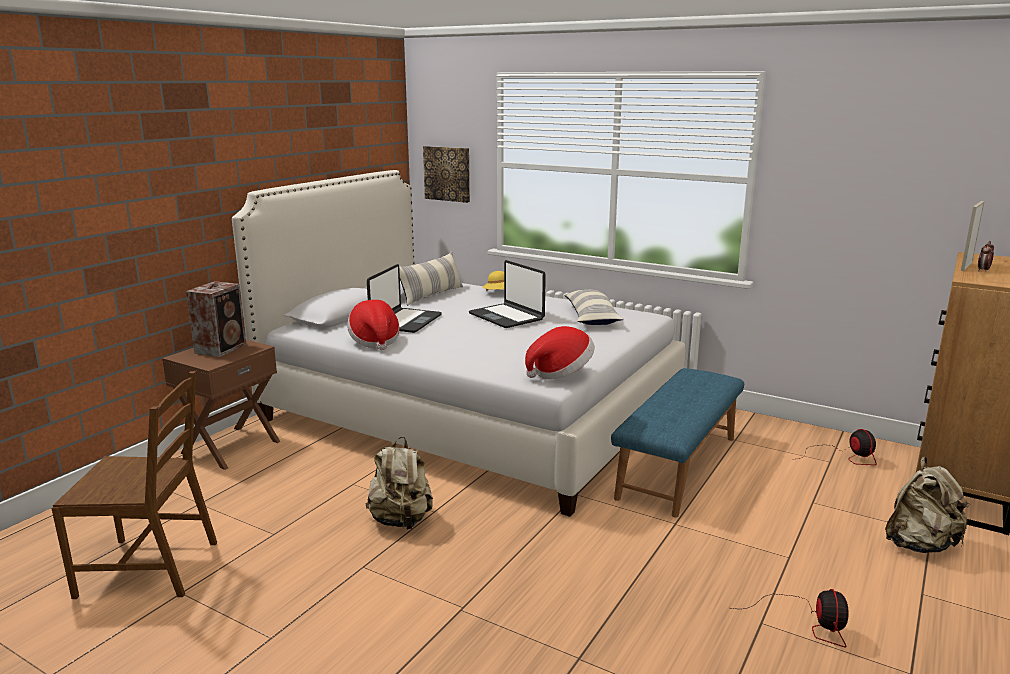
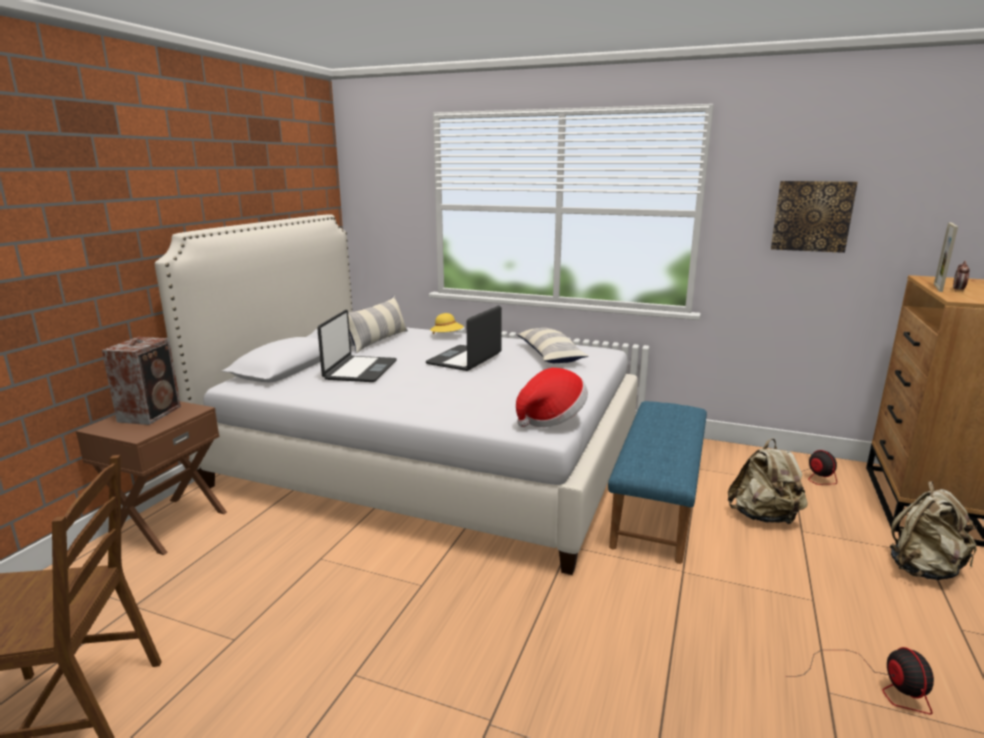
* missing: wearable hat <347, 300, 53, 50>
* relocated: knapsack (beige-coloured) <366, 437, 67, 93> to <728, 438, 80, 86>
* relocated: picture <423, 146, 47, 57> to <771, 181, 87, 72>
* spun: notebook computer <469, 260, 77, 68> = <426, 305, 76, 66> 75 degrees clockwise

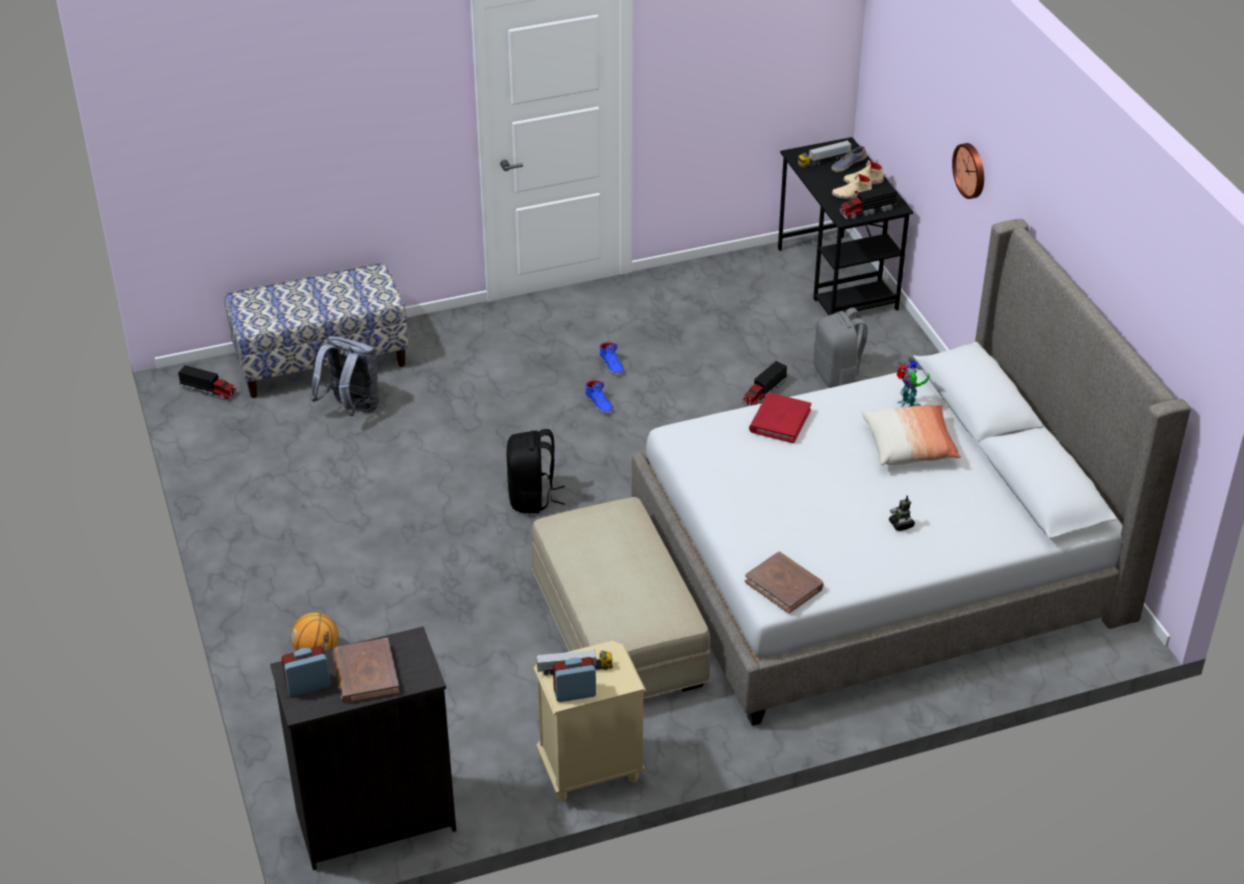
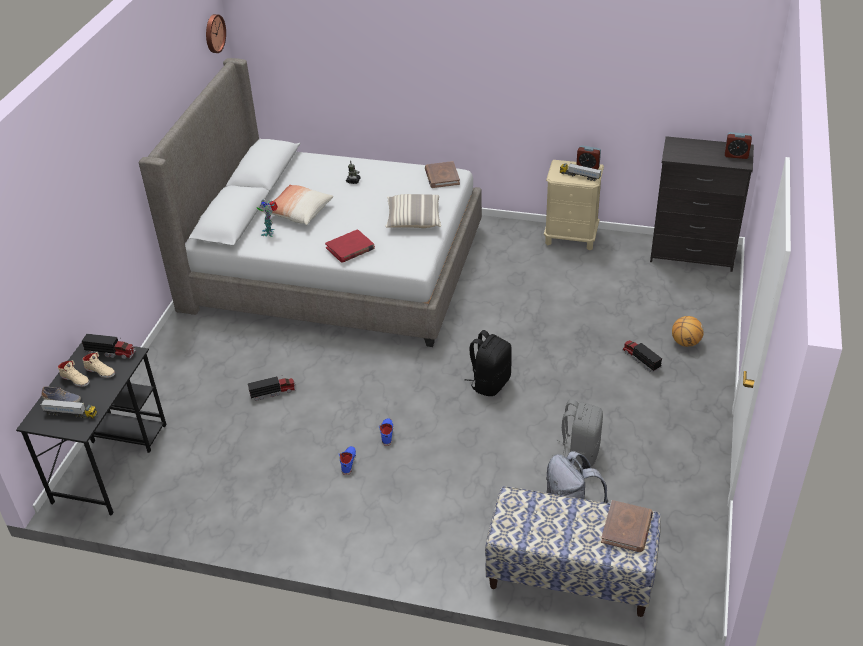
* missing: footrest (beige-coloured) <531, 497, 180, 202>
* appeared: cushion <385, 194, 56, 34>
* relocated: toy truck <178, 365, 59, 36> to <622, 340, 40, 32>
* relocated: bound book (brownish) <332, 638, 68, 66> to <601, 500, 52, 52>
* relocated: knapsack (grey) <814, 308, 57, 80> to <552, 399, 51, 69>
* relocated: wall clock <952, 143, 32, 56> to <206, 14, 20, 39>

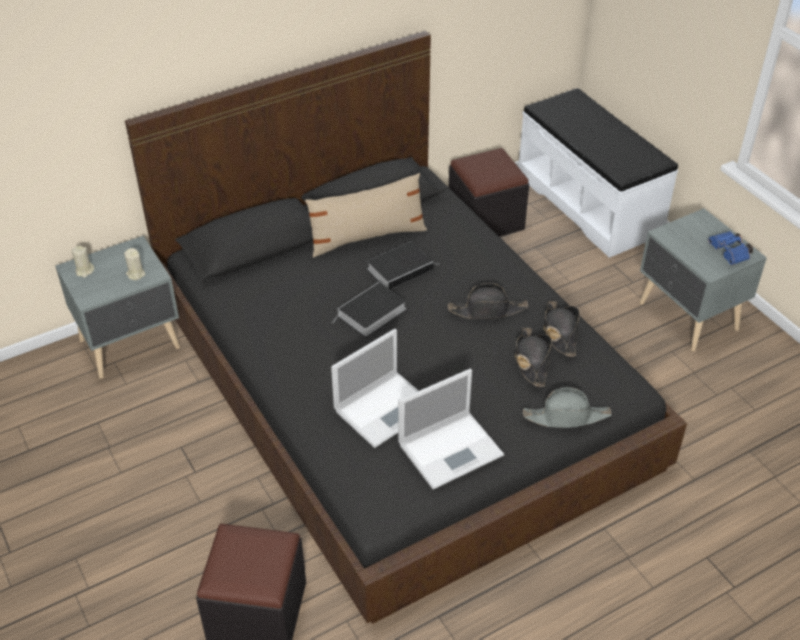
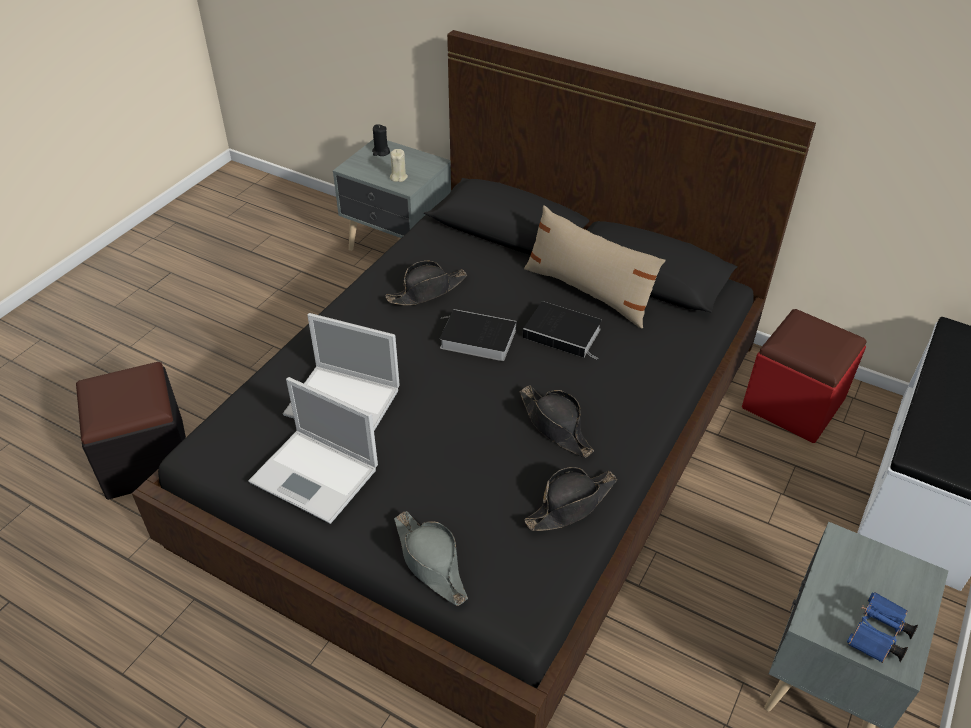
* relocated: wearable hat (blackish) <515, 328, 37, 59> to <385, 261, 82, 44>
* colour: wax candle (beige-coloured) <72, 246, 22, 32> to wax candle (blackish) <372, 125, 18, 31>
* colour: footrest (blackish) <449, 148, 80, 89> to footrest (red-coloured) <742, 309, 125, 134>

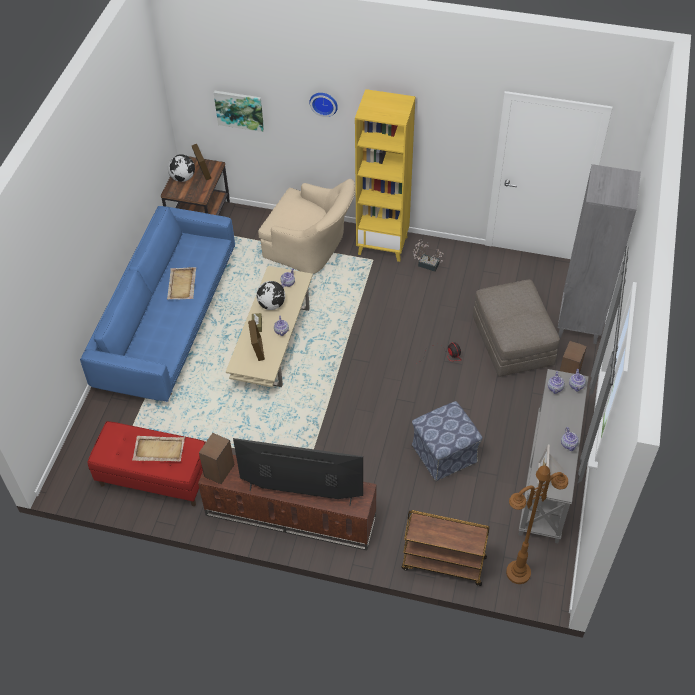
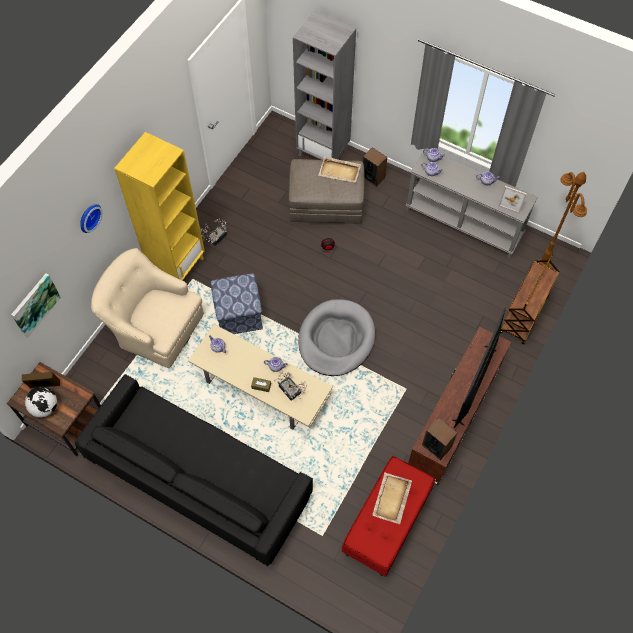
* missing: world globe <256, 281, 29, 29>
* appeared: dog cushion (grey) <298, 299, 77, 77>
* relocated: carrying tray (beige-coloured) <167, 267, 29, 32> to <318, 157, 43, 26>
* relocated: footrest <412, 401, 71, 80> to <211, 273, 52, 61>
* exchanged: picture frame <248, 320, 17, 41> to plant in a pot <274, 371, 34, 30>
* colour: settee (bluish) <80, 206, 155, 196> to settee (blackish) <75, 374, 238, 192>
* spun: armchair (beige-coloured) <258, 179, 97, 95> = <91, 248, 113, 120> 105 degrees counterclockwise

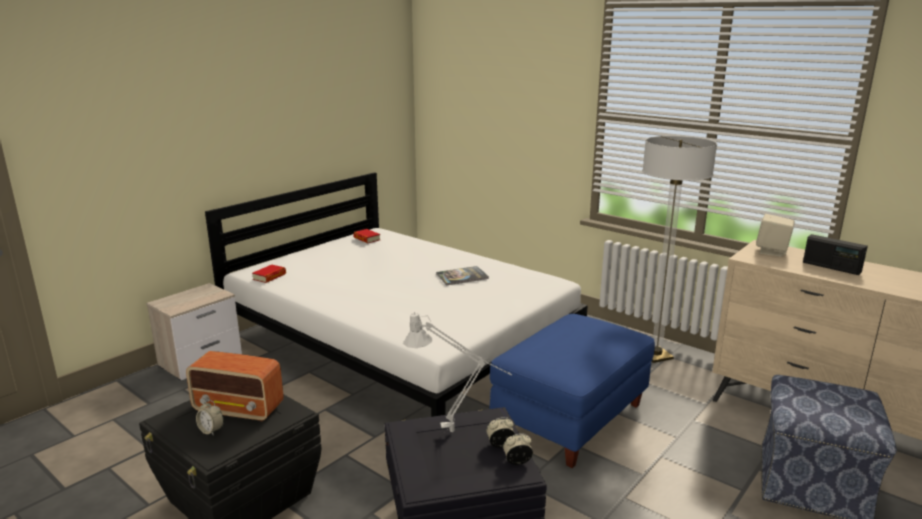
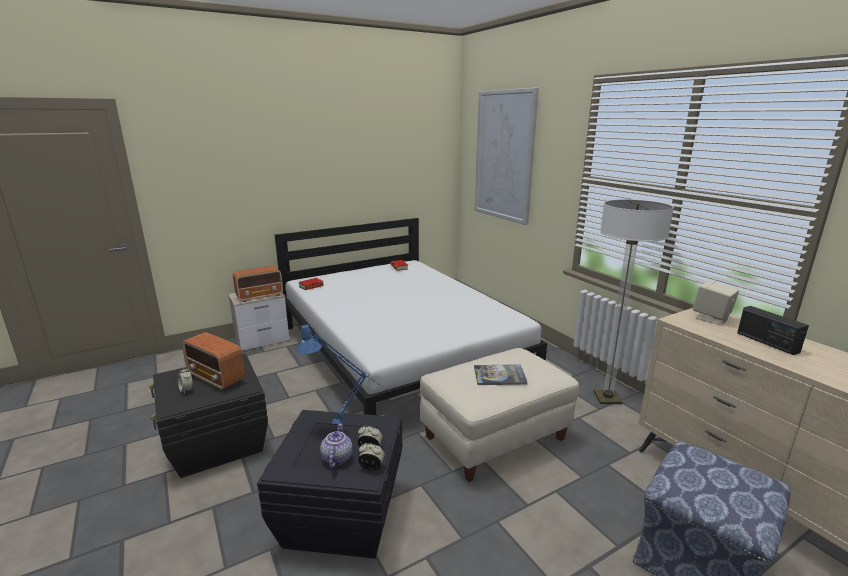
* appeared: radio receiver <233, 266, 50, 36>
* appeared: pot for tea <320, 423, 32, 45>
* appeared: picture <475, 88, 64, 137>
* relocated: bound book <436, 266, 53, 19> to <474, 364, 53, 21>
* colour: table lamp (grey) <403, 312, 109, 120> to table lamp (bluish) <297, 324, 90, 104>
* colour: footrest (bluish) <489, 314, 166, 154> to footrest (beige-coloured) <420, 348, 159, 134>

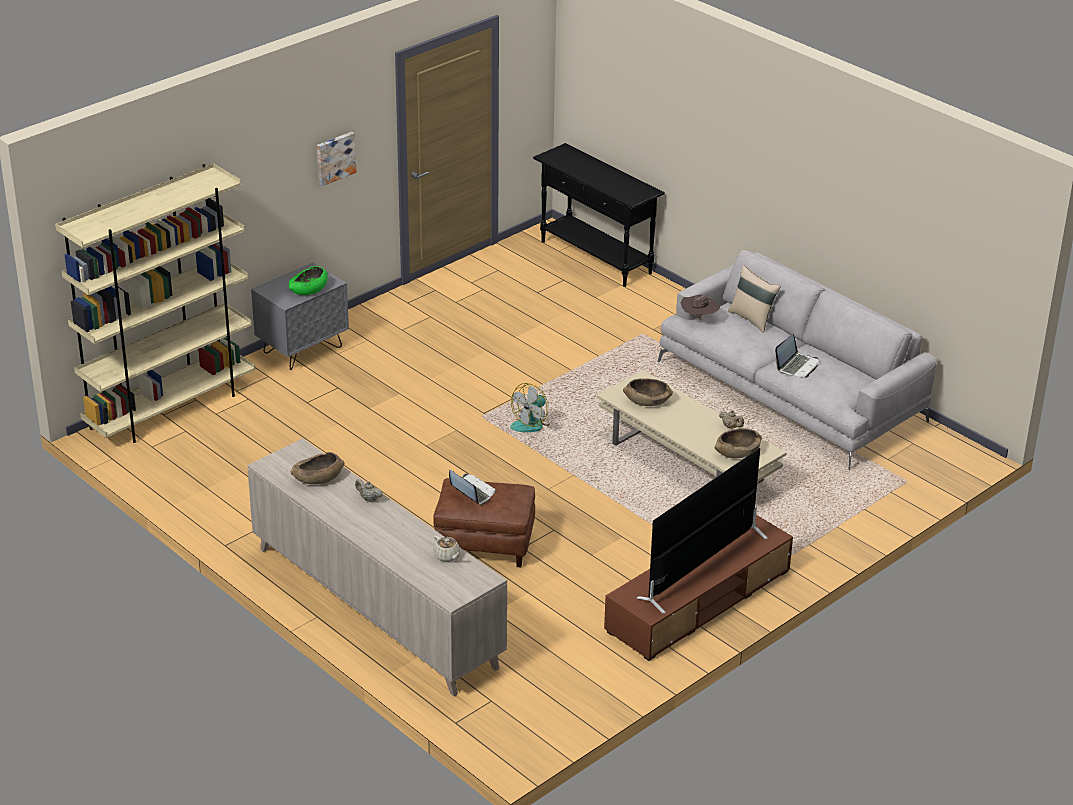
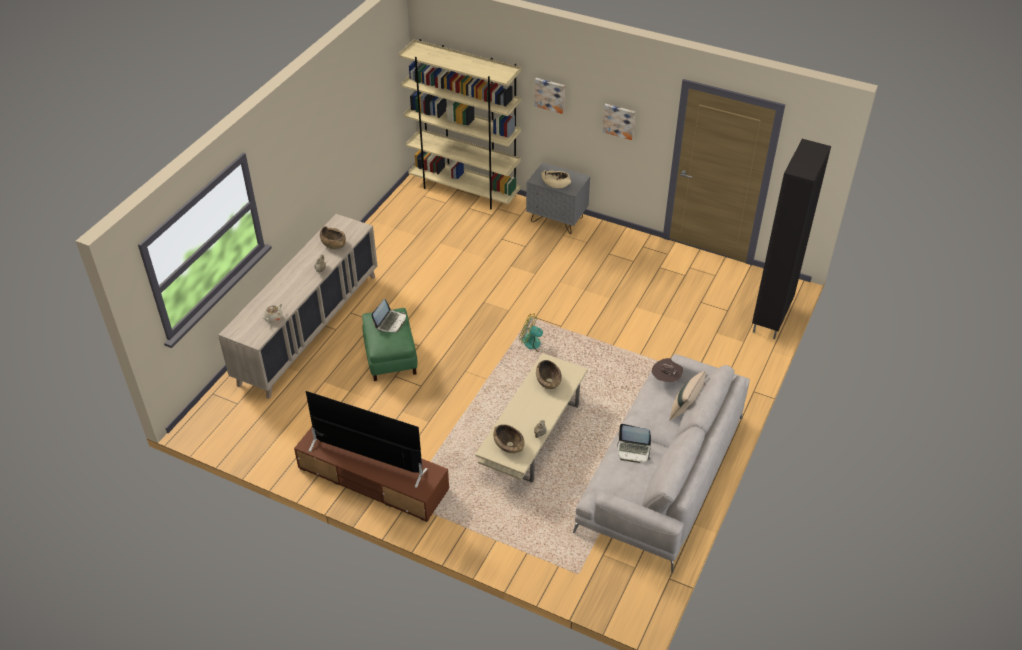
* appeared: picture <534, 78, 31, 36>
* exchanged: hall table (blackish) <533, 143, 132, 144> to cabinet (blackish) <752, 139, 79, 200>
* colour: bowl (green-coloured) <289, 266, 39, 29> to bowl (beige-coloured) <541, 170, 30, 18>
* colour: footrest (brownish) <433, 478, 102, 90> to footrest (green-coloured) <362, 308, 56, 73>

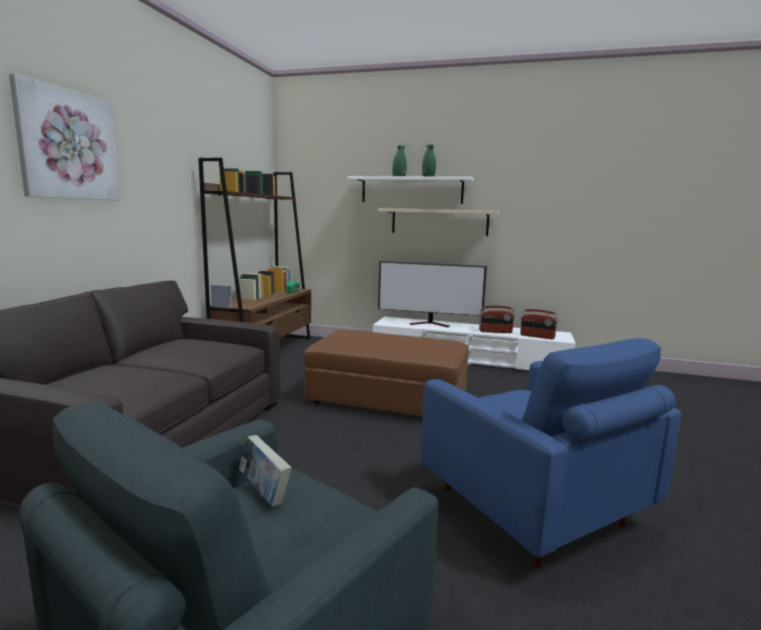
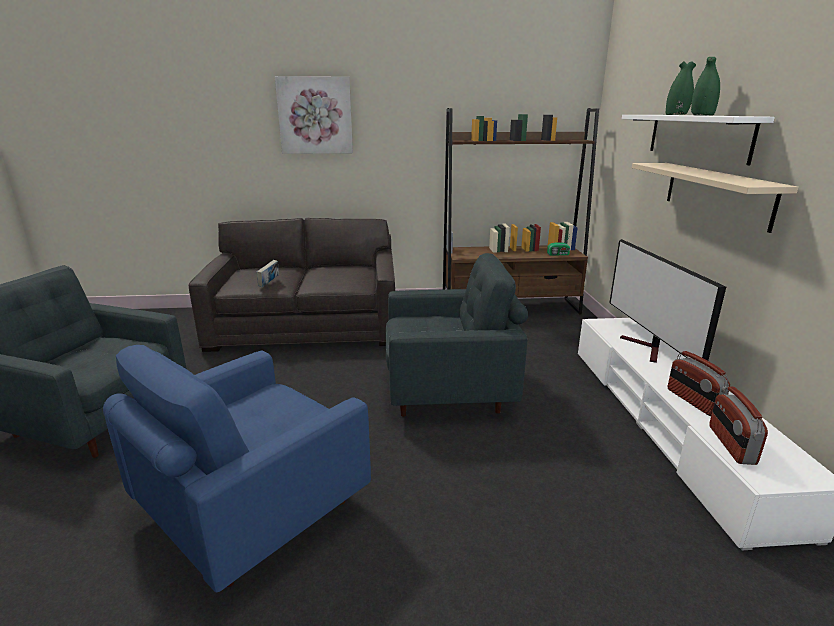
* relocated: bound book <239, 435, 53, 72> to <257, 260, 22, 27>
* exchanged: footrest (brownish) <304, 330, 165, 86> to armchair (grey) <386, 253, 142, 164>

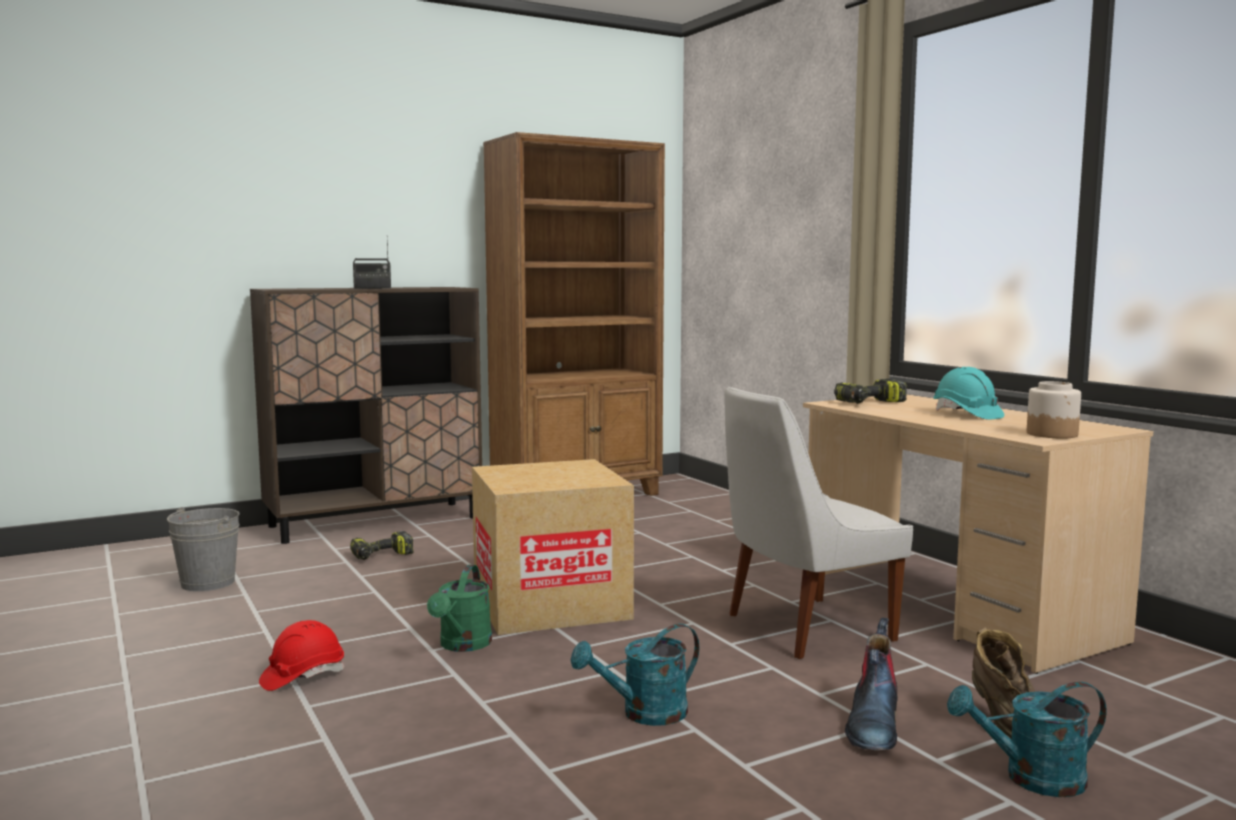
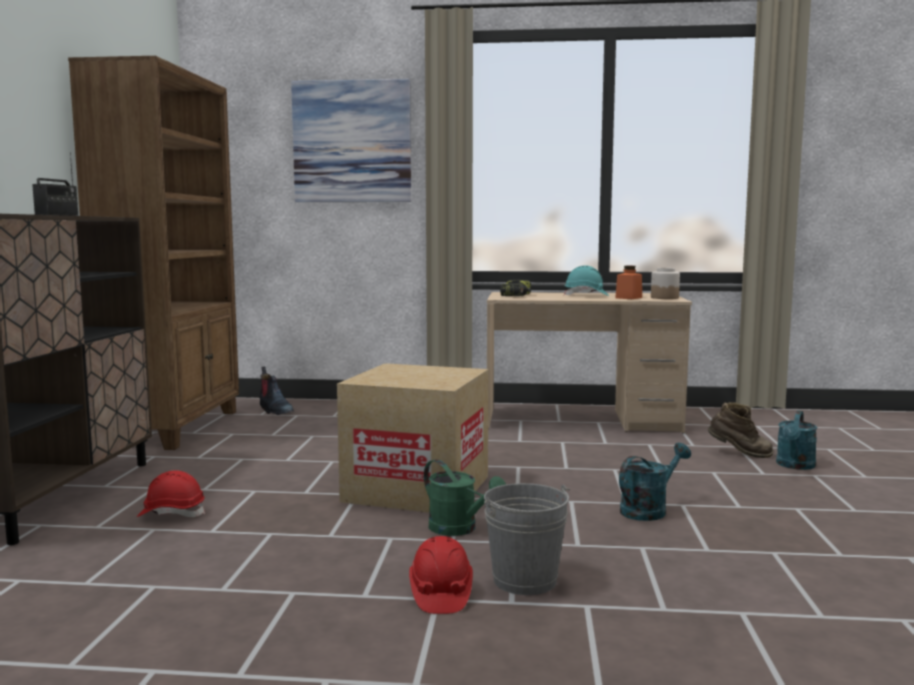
* missing: upright chair (white-coloured) <724, 387, 189, 272>
* appeared: picture <291, 79, 120, 123>
* appeared: preserve jar (orange) <615, 266, 27, 33>
* relocated: bucket (grey) <167, 507, 73, 84> to <484, 483, 86, 112>
* relocated: tall boot <845, 618, 53, 133> to <259, 367, 35, 48>
* exchanged: electric drill <350, 531, 64, 29> to work helmet (red-coloured) <137, 470, 68, 47>
* spun: watering pot (turquoise) <571, 624, 128, 102> = <619, 443, 72, 78> 135 degrees counterclockwise

